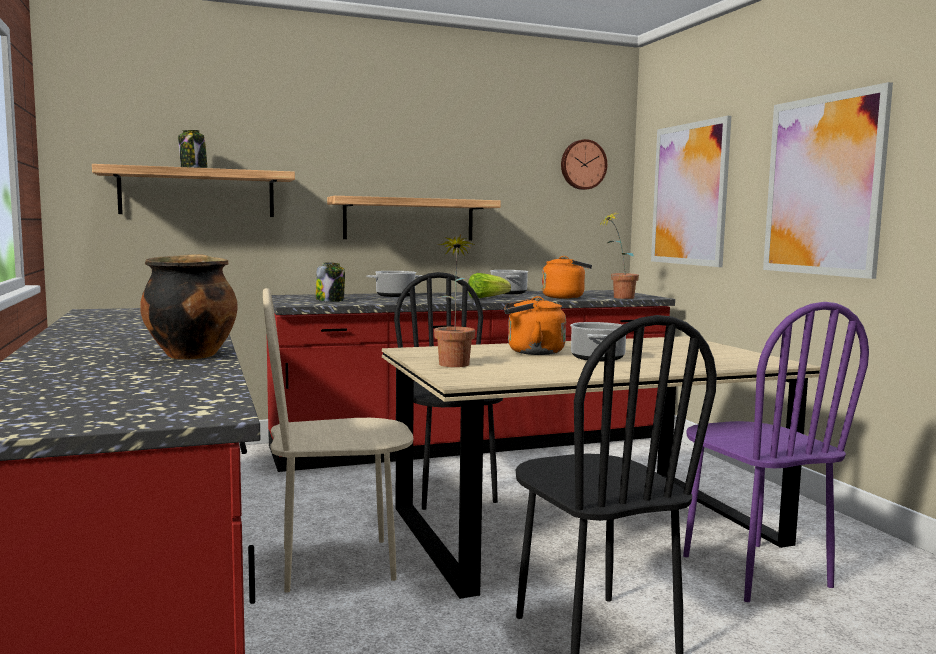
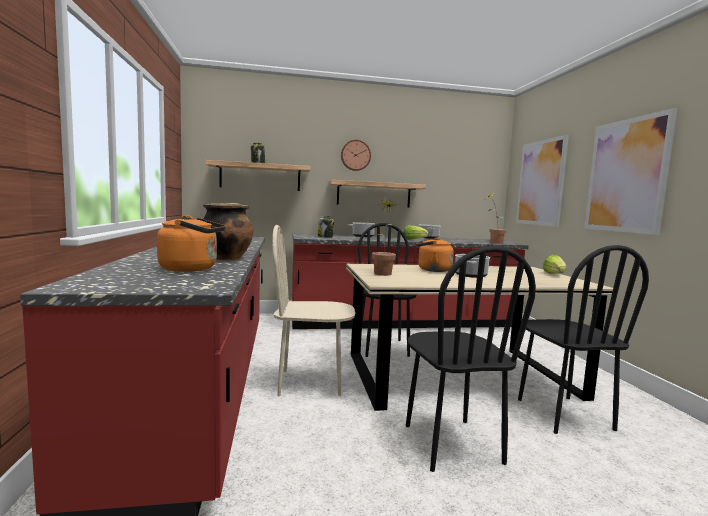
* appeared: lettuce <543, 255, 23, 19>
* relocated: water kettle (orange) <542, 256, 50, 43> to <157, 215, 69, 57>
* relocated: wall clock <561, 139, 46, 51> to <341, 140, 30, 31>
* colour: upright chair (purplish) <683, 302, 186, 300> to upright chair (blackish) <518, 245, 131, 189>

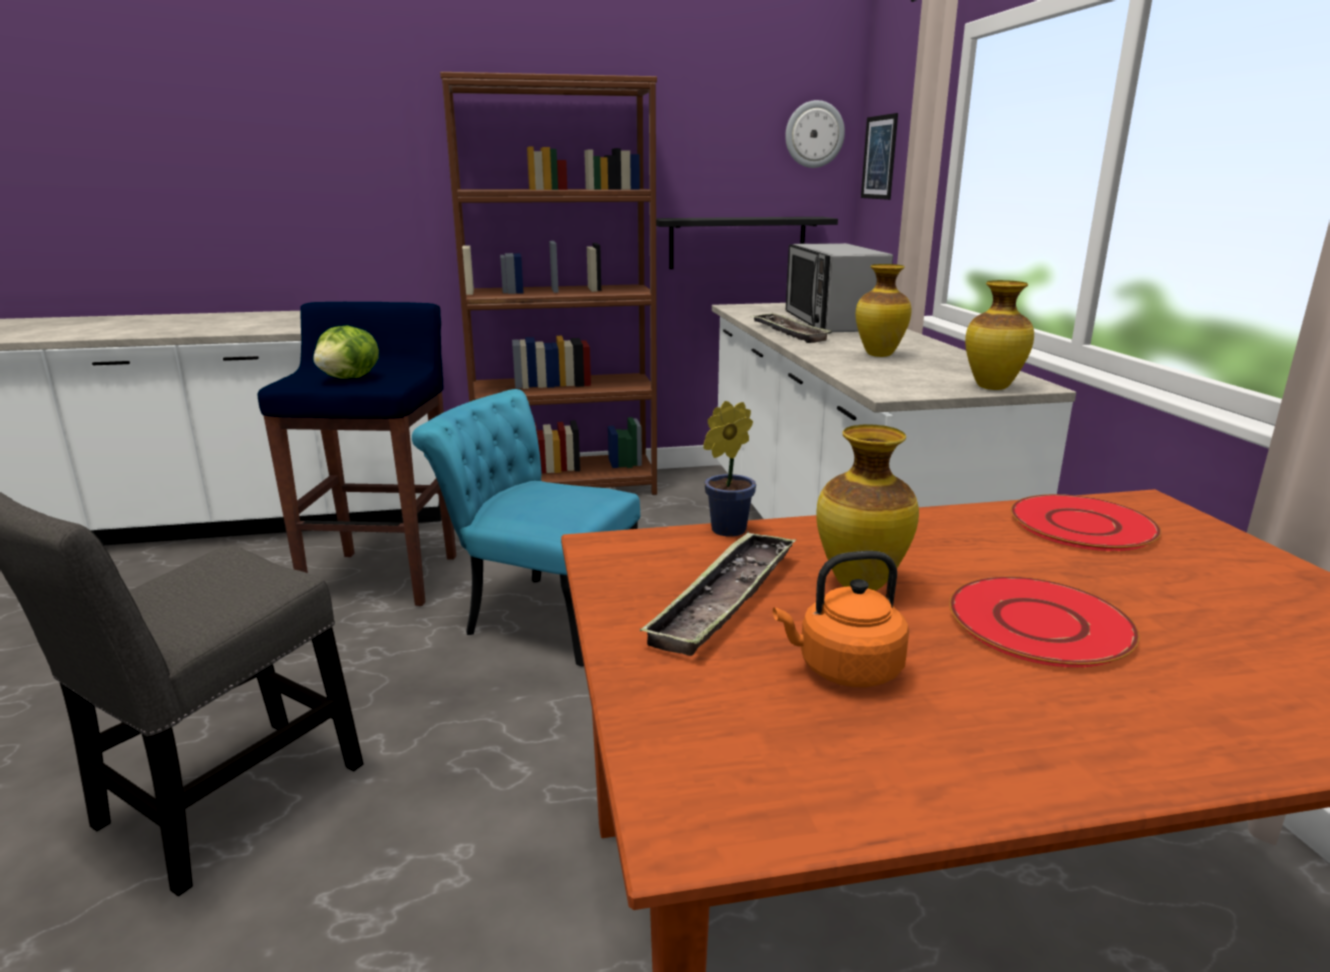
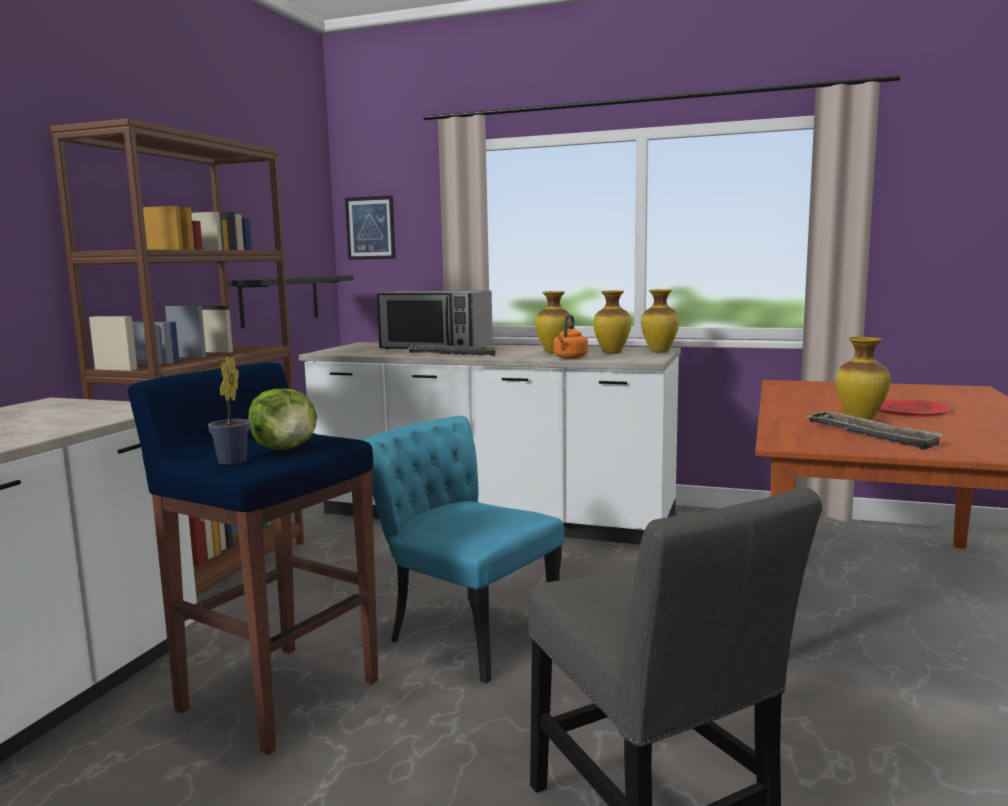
* missing: wall clock <785, 100, 60, 68>
* missing: plate (red-coloured) <1011, 494, 150, 57>
* appeared: vase <593, 291, 38, 63>
* relocated: plant in a pot <703, 401, 53, 135> to <208, 356, 42, 109>
* relocated: water kettle (orange) <773, 551, 136, 136> to <554, 315, 34, 44>
* spun: upright chair (turquoise) <412, 389, 228, 278> = <362, 416, 202, 267> 75 degrees clockwise

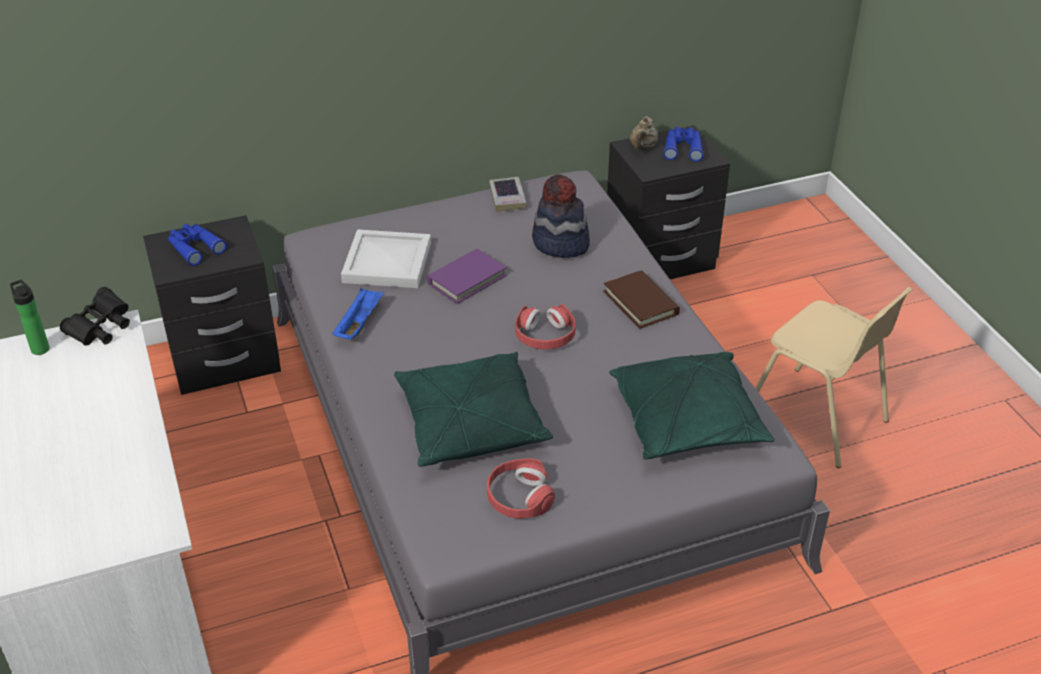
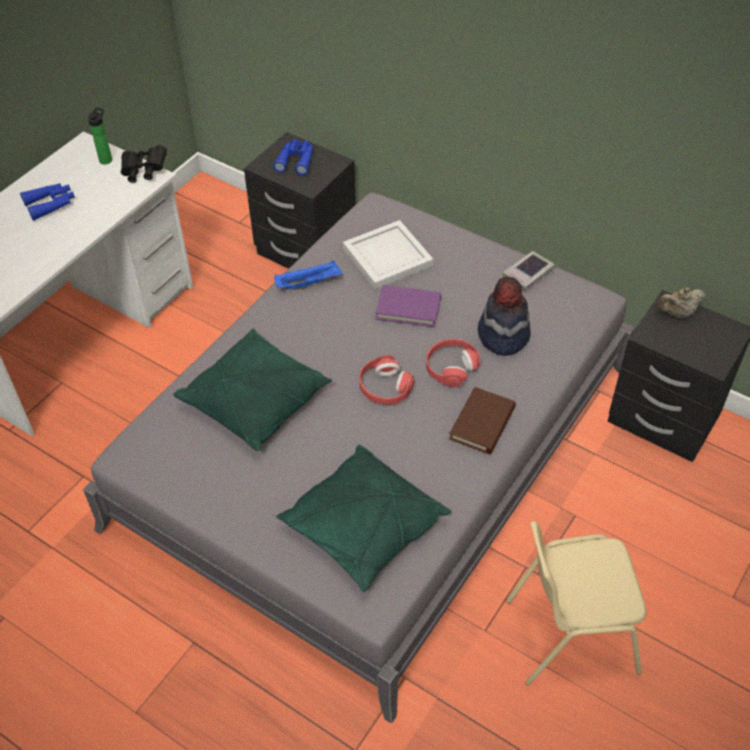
* relocated: headphones (red-coloured) <487, 458, 68, 61> to <426, 339, 54, 49>
* relocated: binoculars (bluish) <663, 127, 41, 35> to <20, 183, 55, 38>
* spun: upright chair (beige-coloured) <755, 287, 158, 181> = <506, 521, 140, 165> 75 degrees clockwise

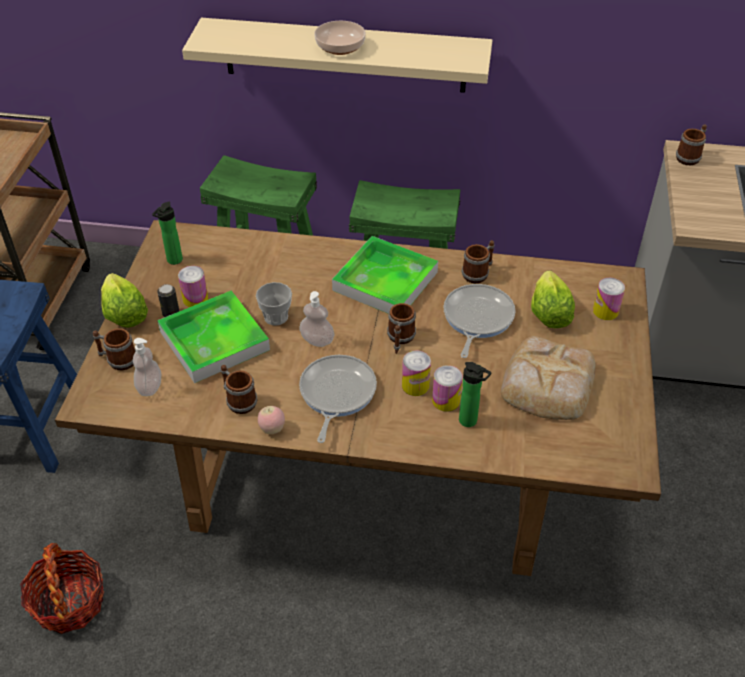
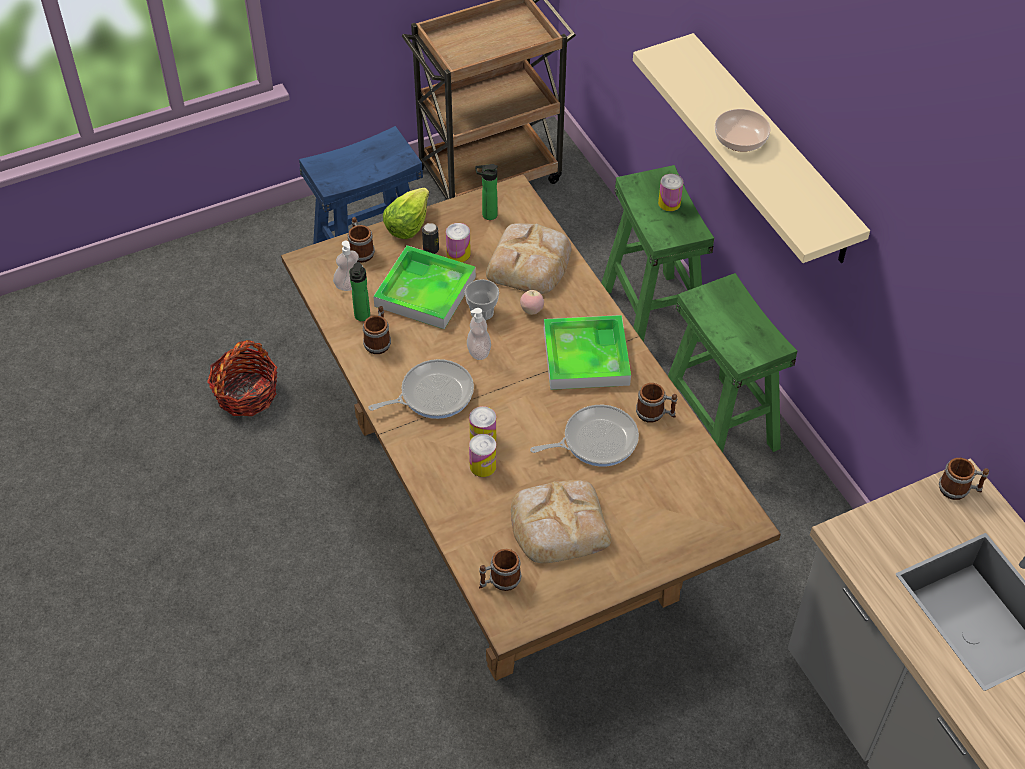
* missing: lettuce <531, 270, 44, 58>
* appeared: bread <486, 223, 86, 71>
* relocated: whole apple <258, 406, 27, 28> to <520, 290, 24, 25>
* relocated: tea mug <387, 303, 29, 51> to <479, 549, 42, 42>
* relocated: bottle <459, 362, 32, 65> to <349, 262, 21, 59>
* relocated: sealed can <593, 278, 32, 42> to <658, 174, 25, 37>

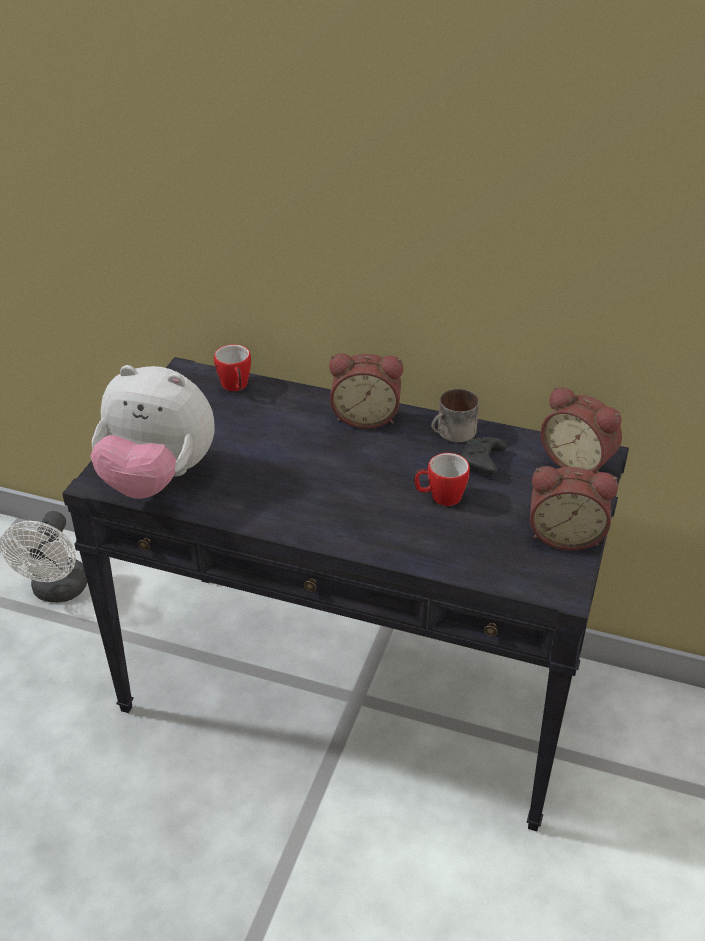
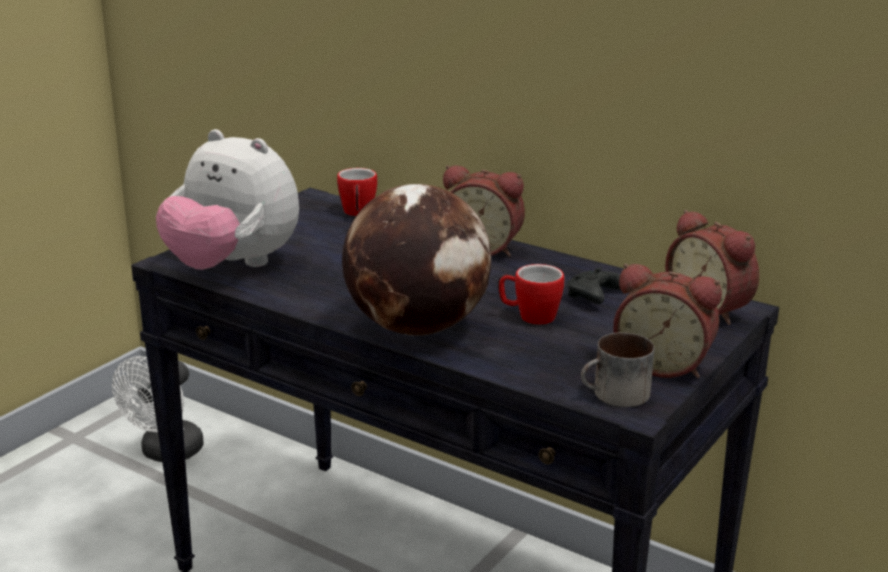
* appeared: world globe <342, 184, 149, 152>
* relocated: tea mug <431, 389, 48, 53> to <581, 332, 73, 75>

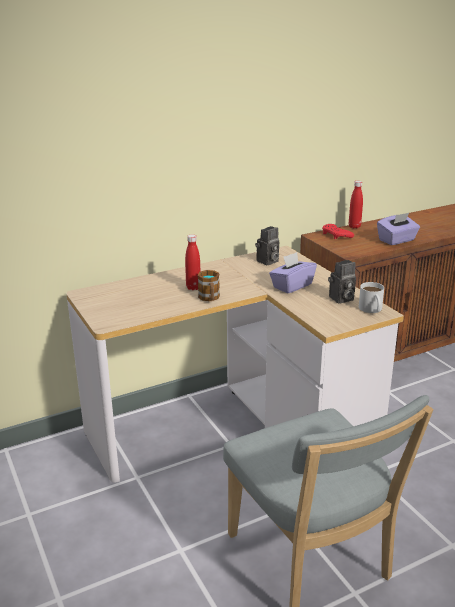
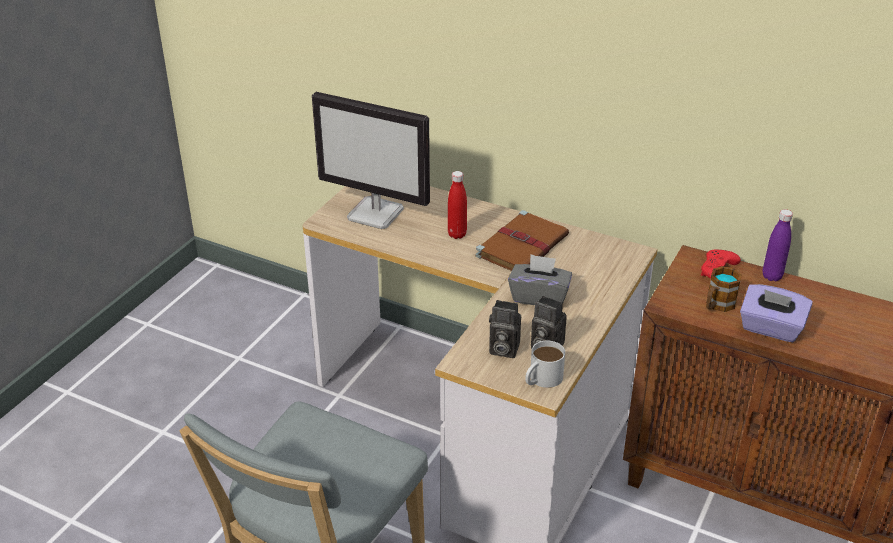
* appeared: computer display <312, 92, 118, 137>
* appeared: bound book (brownish) <476, 210, 93, 61>
* relocated: tea mug <198, 270, 22, 31> to <706, 266, 36, 46>
* relocated: still camera <255, 226, 24, 39> to <489, 300, 32, 58>
* colour: box of tissues (purplish) <269, 252, 48, 41> to box of tissues (grey) <508, 254, 64, 51>
* colour: bottle (red-coloured) <349, 181, 14, 48> to bottle (purplish) <762, 209, 31, 72>

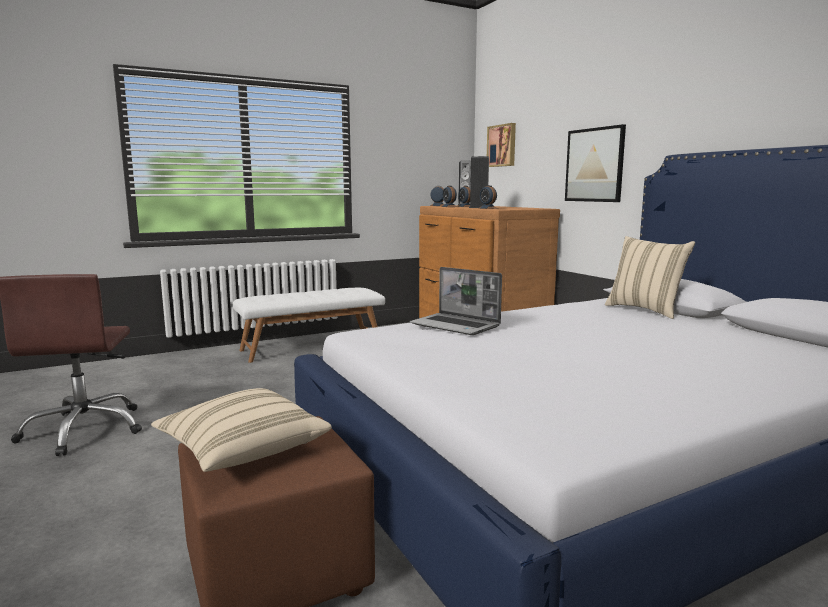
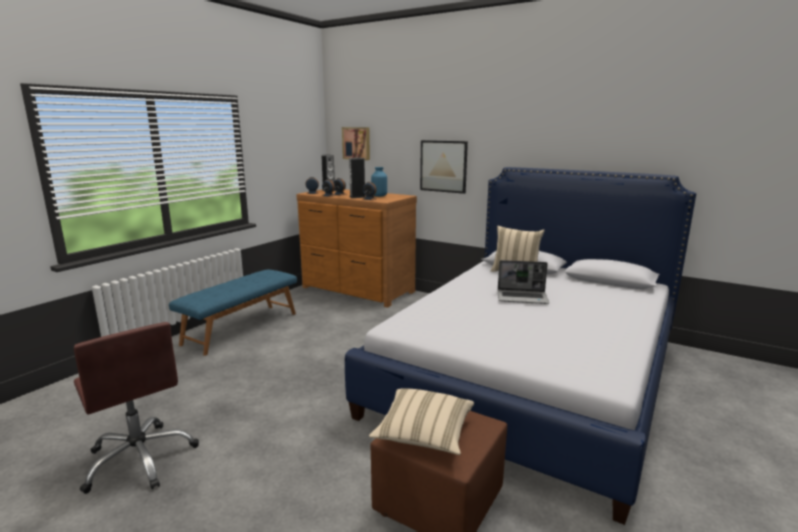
* appeared: vase (bluish) <371, 167, 16, 30>
* relocated: notebook computer <410, 267, 92, 68> to <498, 260, 51, 44>
* colour: bench (white-coloured) <233, 288, 152, 75> to bench (bluish) <169, 269, 128, 87>

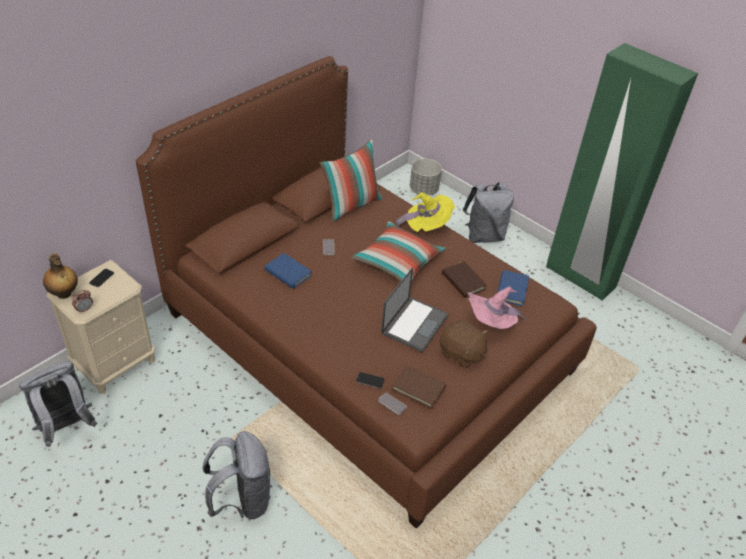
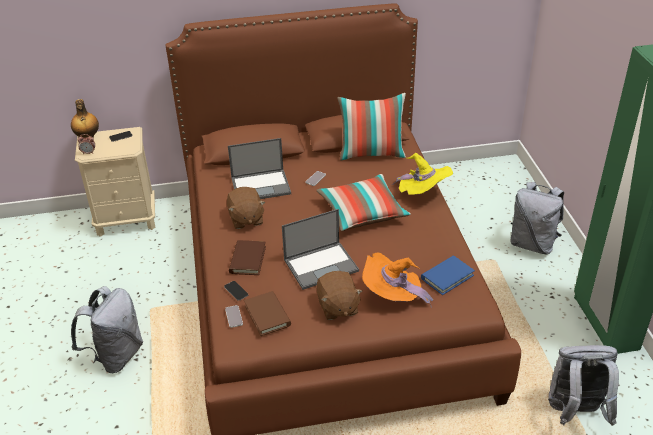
* missing: flower pot (grey) <410, 159, 32, 36>
* appeared: soft toy (brownish) <227, 187, 39, 42>
* relocated: knapsack (grey) <19, 361, 78, 86> to <548, 345, 71, 81>
* relocated: bound book (brownish) <442, 261, 45, 37> to <229, 240, 37, 35>
* exchanged: bound book (bluish) <265, 253, 47, 36> to notebook computer <228, 138, 63, 61>
* colour: wearable hat (pinkish) <468, 286, 58, 43> to wearable hat (orange) <362, 252, 71, 53>

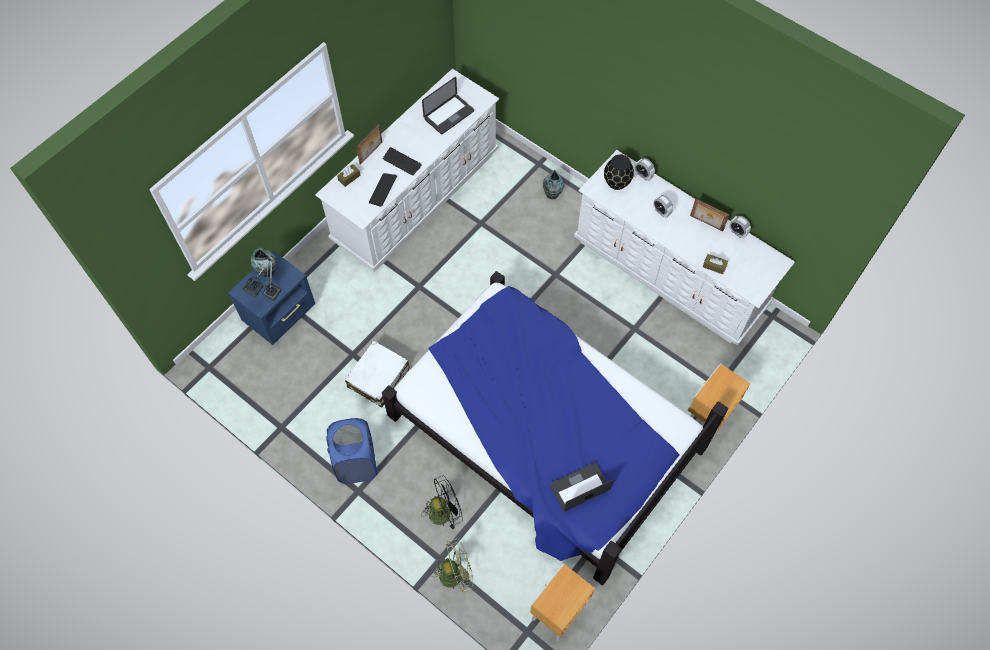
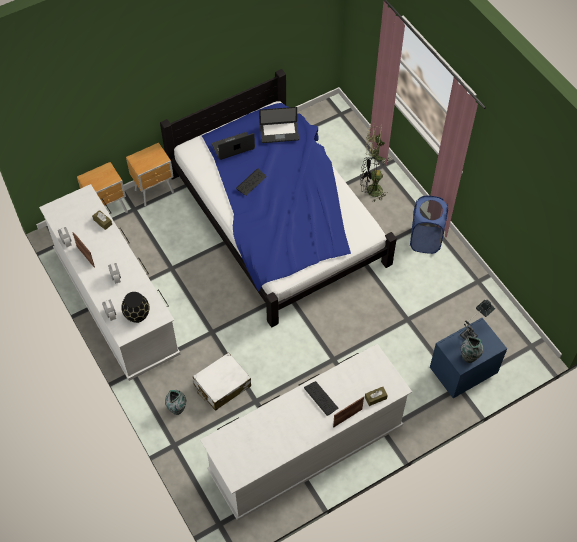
* relocated: piece of luggage (white-coloured) <345, 340, 65, 67> to <193, 352, 58, 59>
* relocated: PC keyboard <368, 173, 29, 34> to <236, 169, 31, 27>
* relocated: notebook computer <422, 77, 52, 57> to <212, 132, 43, 28>
* relocated: bedside table (brownish) <530, 563, 65, 78> to <77, 162, 51, 51>

